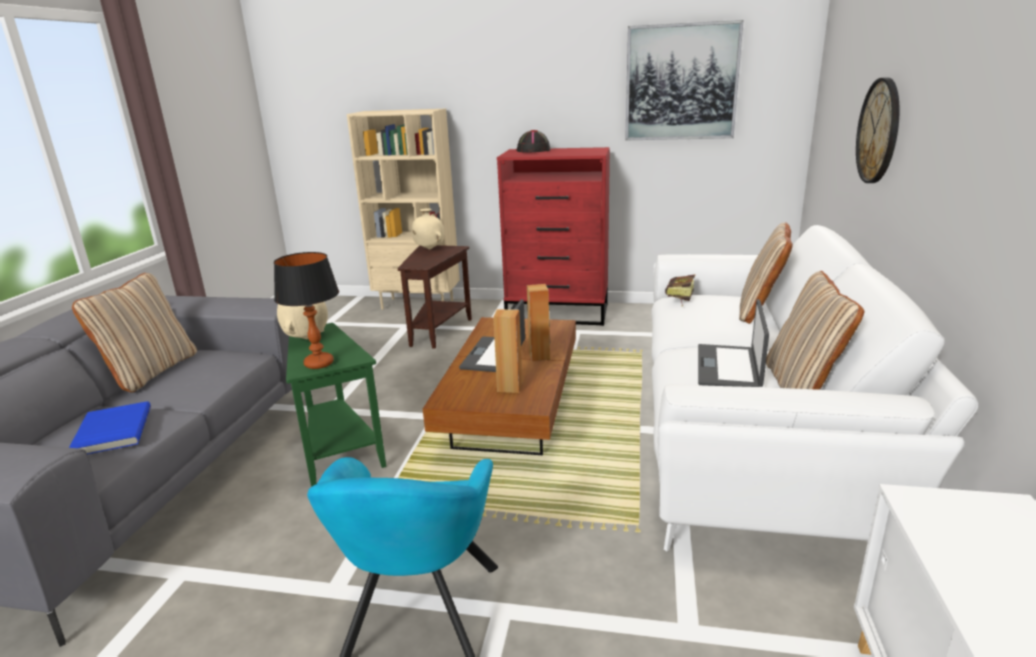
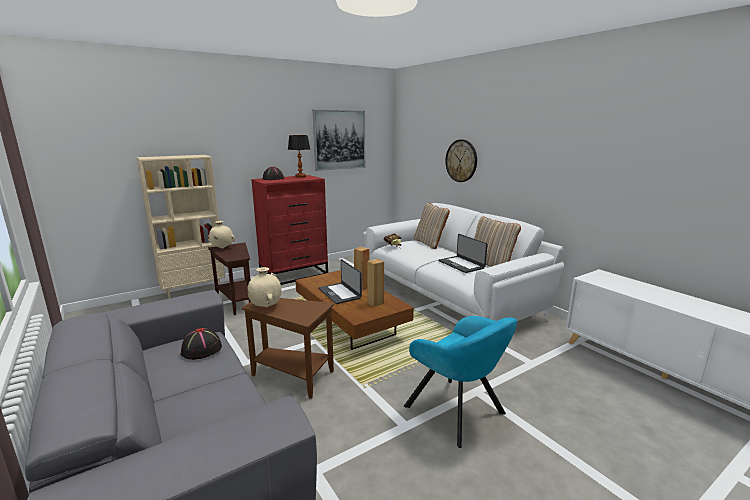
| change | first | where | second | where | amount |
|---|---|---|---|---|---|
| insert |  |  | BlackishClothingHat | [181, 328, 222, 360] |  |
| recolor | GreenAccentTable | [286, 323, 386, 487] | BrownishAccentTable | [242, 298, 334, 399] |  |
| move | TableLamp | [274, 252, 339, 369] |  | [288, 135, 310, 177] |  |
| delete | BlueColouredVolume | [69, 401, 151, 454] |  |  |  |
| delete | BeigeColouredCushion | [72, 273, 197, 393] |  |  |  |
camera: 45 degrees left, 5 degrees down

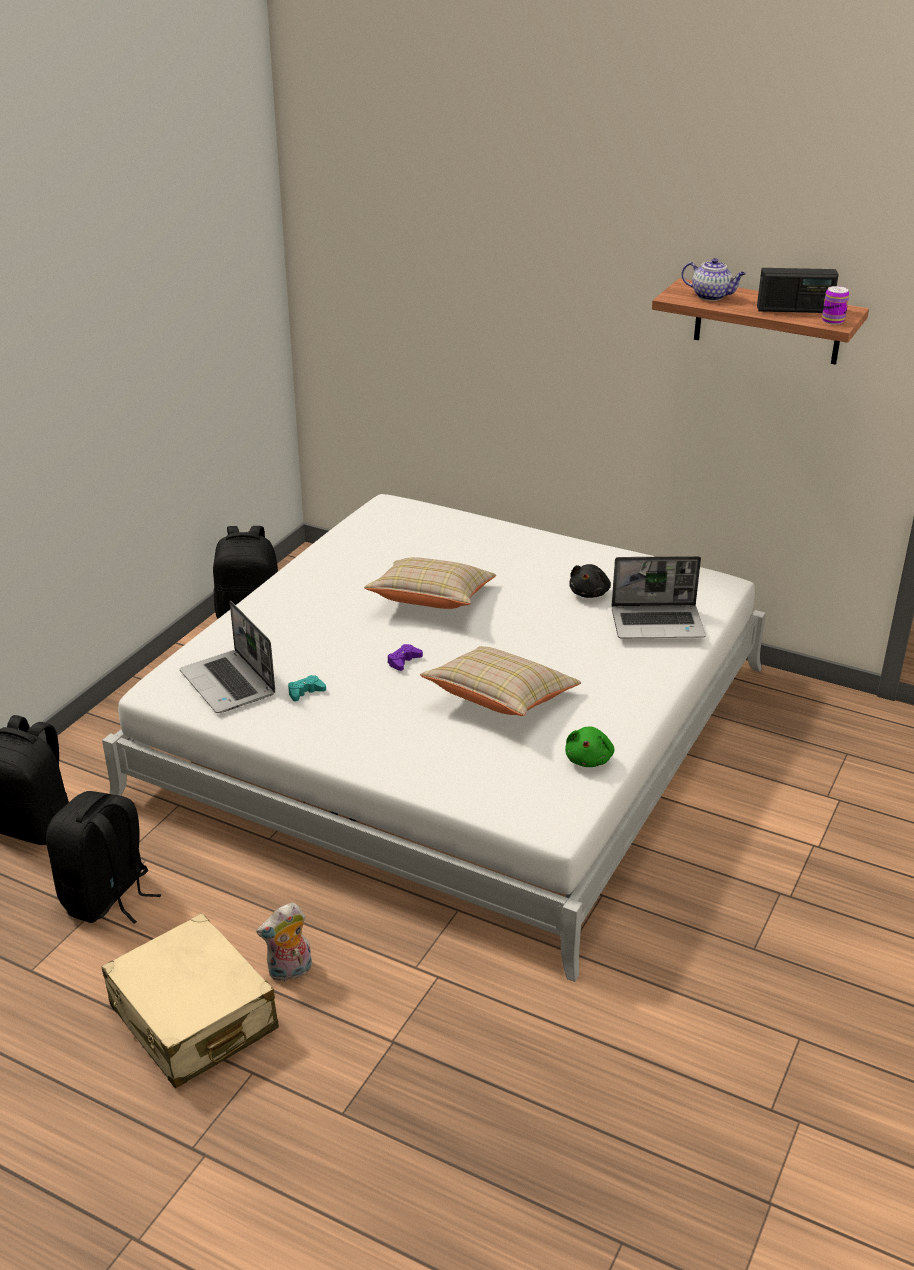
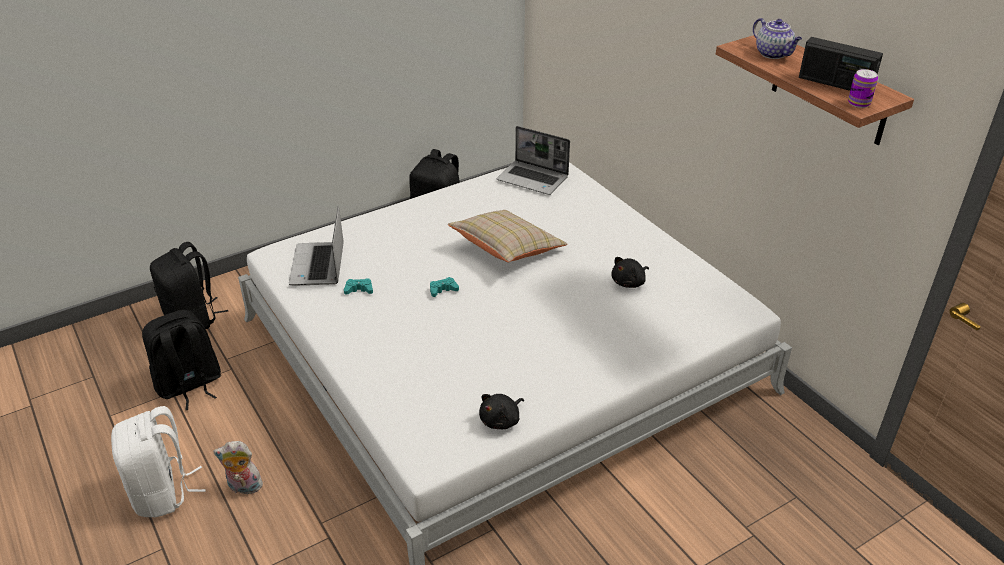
| change | first | where | second | where | amount |
|---|---|---|---|---|---|
| replace | BeigeColouredSuitcase | [101, 913, 279, 1088] | WhiteRucksack | [111, 406, 206, 517] |  |
| recolor | PurpleGamepad | [388, 644, 423, 671] | TurquoiseColouredGamepad | [430, 277, 459, 297] |  |
| recolor | GreenPlushToy | [565, 727, 614, 767] | BlackishPlushToy | [479, 394, 524, 429] |  |
| move | NotebookComputer | [611, 556, 706, 638] |  | [497, 126, 570, 195] |  |
| delete | BeigeColouredCushion | [420, 646, 581, 716] |  |  |  |
camera: 30 degrees right, 5 degrees up

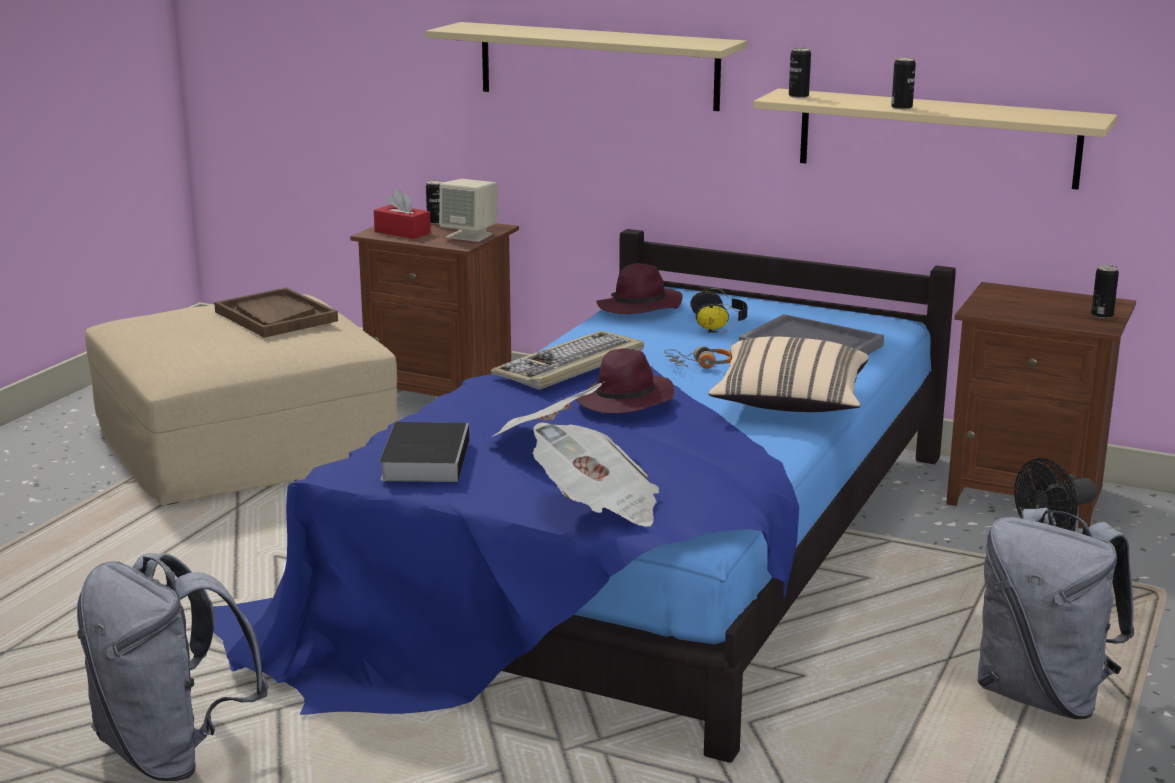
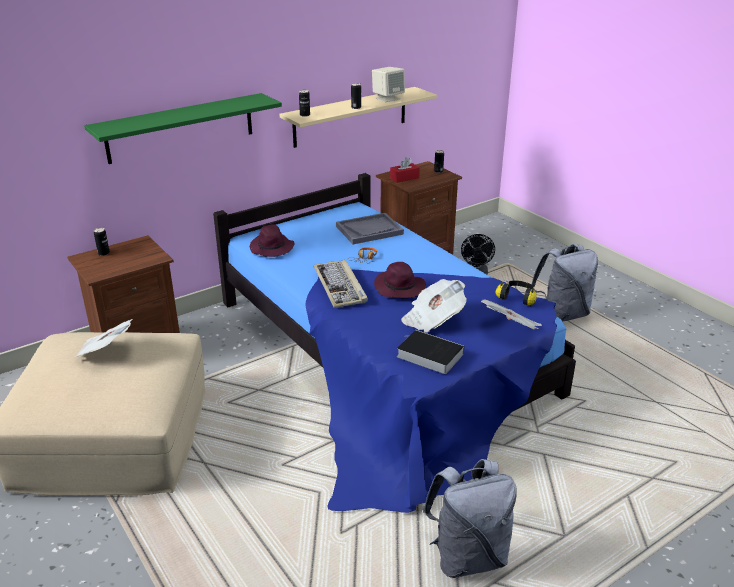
| change | first | where | second | where | amount |
|---|---|---|---|---|---|
| replace | BrownishServingTray | [214, 287, 338, 338] | PrintedPaper | [74, 319, 133, 358] |  |
| recolor | BeigeColouredBracketShelf | [426, 22, 747, 111] | GreenBracketShelf | [84, 93, 282, 164] |  |
| move | BeigeColouredLoudspeaker | [439, 179, 498, 242] |  | [372, 67, 405, 102] |  |
| move | RedColouredBoxOfTissues | [374, 190, 431, 239] |  | [390, 157, 420, 183] |  |
| move | PairOfHeadphones | [691, 288, 748, 333] |  | [495, 280, 537, 306] |  |
| delete | BeigeColouredCushion | [708, 336, 869, 412] |  |  |  |
camera: 60 degrees left, 10 degrees up

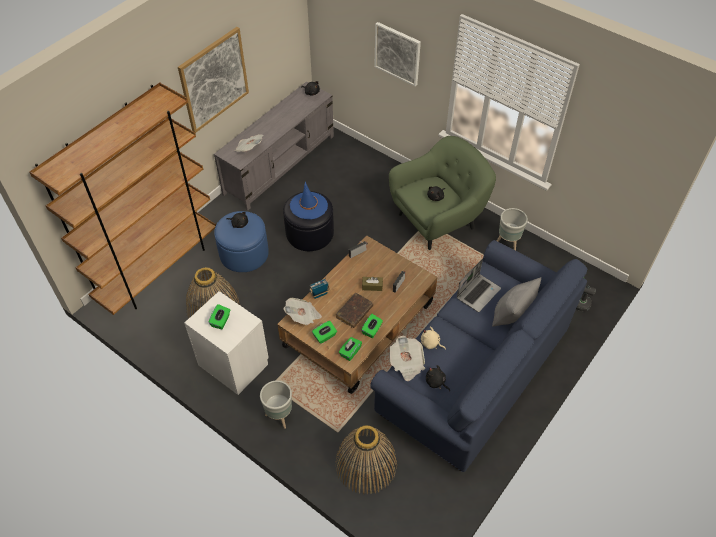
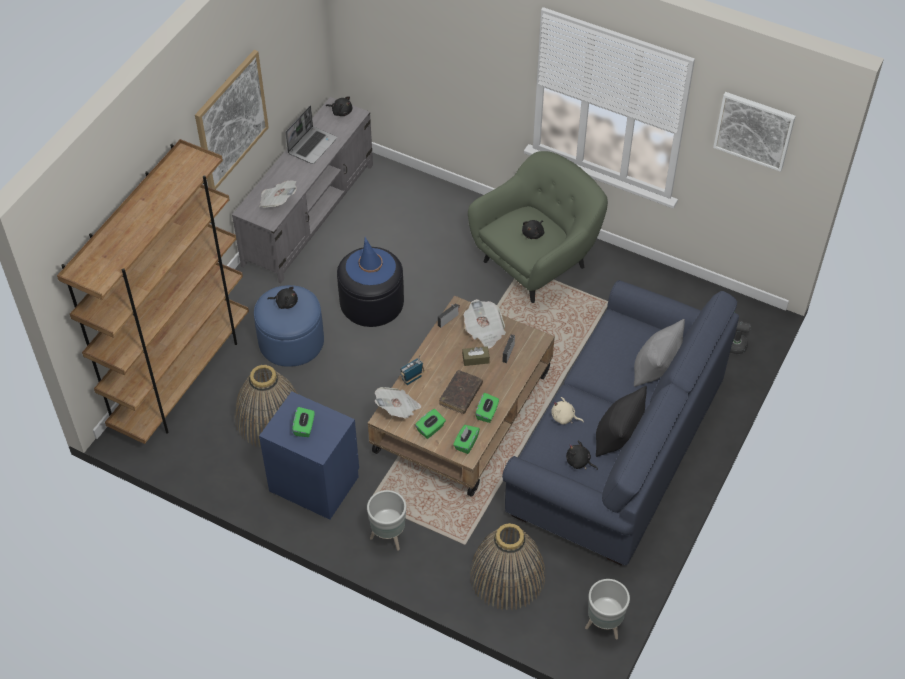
| change | first | where | second | where | amount |
|---|---|---|---|---|---|
| recolor | WhiteNightTable | [184, 291, 269, 395] | BlueColouredNightTable | [259, 391, 359, 520] |  |
| move | NotebookComputer | [457, 258, 501, 312] |  | [285, 105, 337, 164] |  |
| move | PrintedPaper | [389, 336, 425, 381] |  | [464, 299, 506, 349] |  |
| move | GreyishPlanter | [497, 208, 528, 251] |  | [585, 579, 630, 640] |  |
| insert |  |  | BlackishCushion | [596, 386, 647, 457] |  |
| move | Picture | [374, 22, 421, 86] |  | [713, 92, 796, 172] |  |
camera: 10 degrees left, 0 degrees up

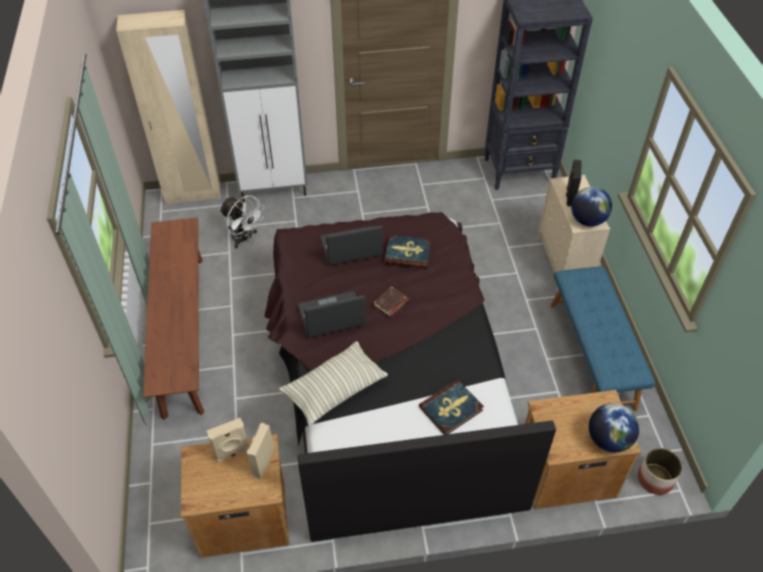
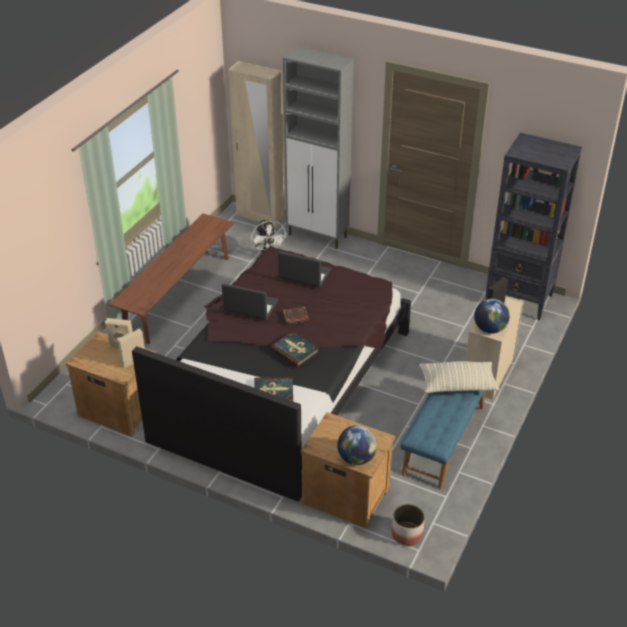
| change | first | where | second | where | amount |
|---|---|---|---|---|---|
| move | Volume | [384, 235, 431, 269] |  | [271, 331, 319, 367] |  |
| move | Cushion | [279, 341, 388, 426] |  | [419, 361, 499, 393] |  |
camera: 35 degrees right, 10 degrees down

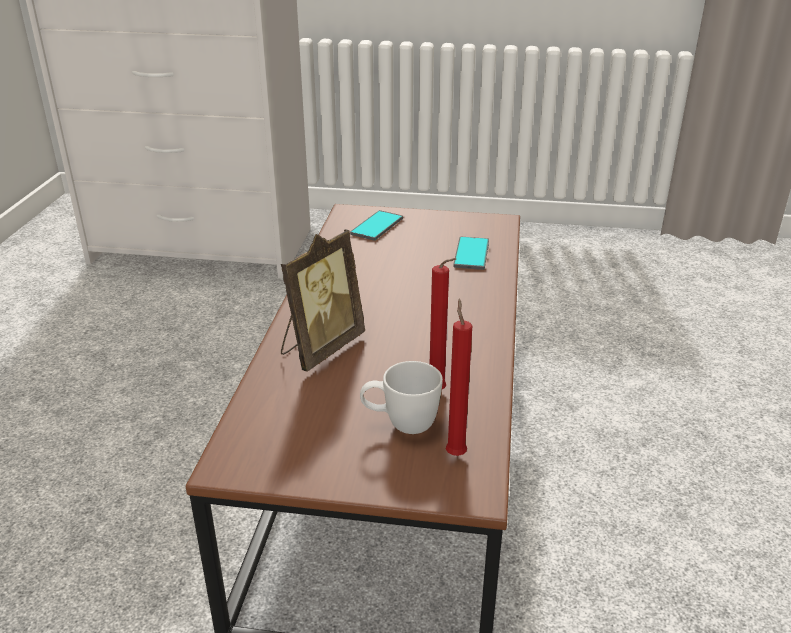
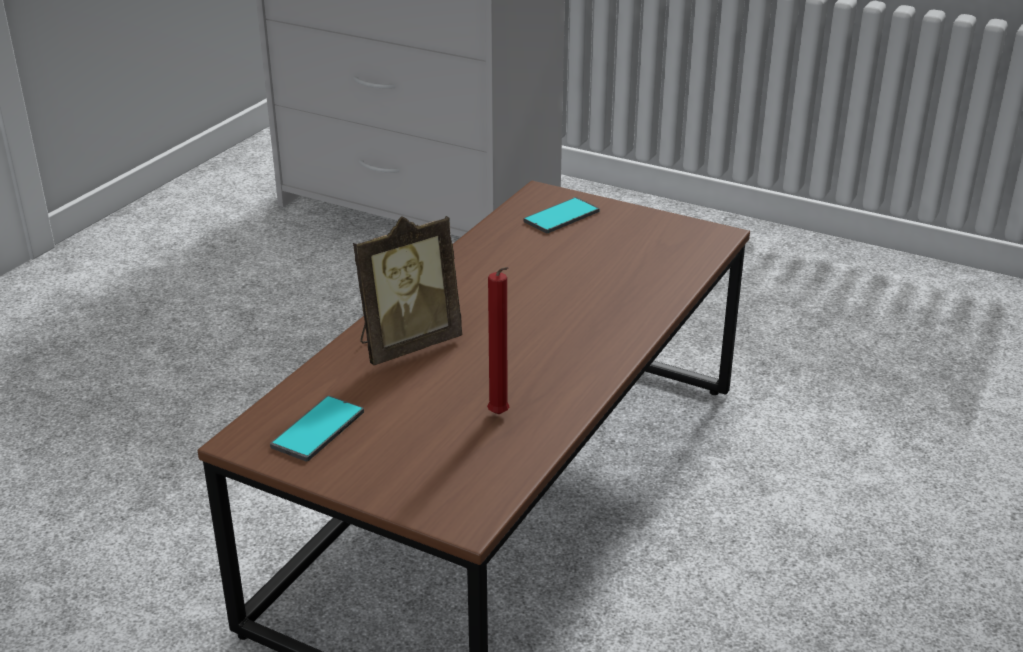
| change | first | where | second | where | amount |
|---|---|---|---|---|---|
| move | Phone | [453, 237, 489, 270] |  | [270, 396, 364, 461] |  |
| delete | WhiteMug | [360, 361, 443, 434] |  |  |  |
| delete | RedColouredCandle | [446, 299, 472, 456] |  |  |  |
camera: 20 degrees right, 0 degrees up

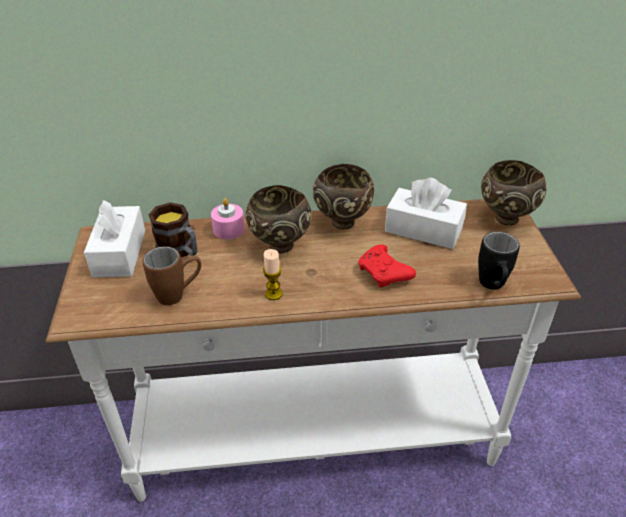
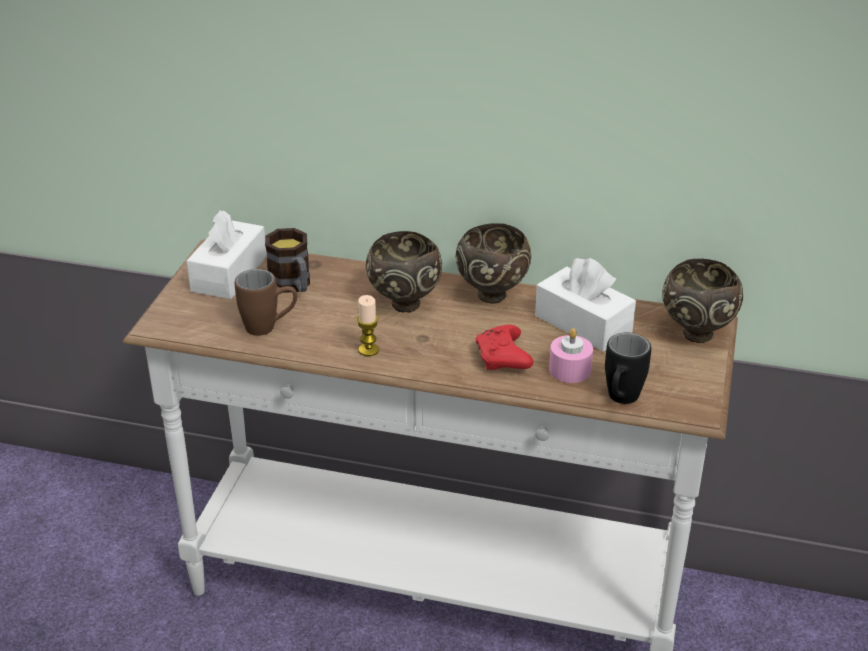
| change | first | where | second | where | amount |
|---|---|---|---|---|---|
| move | PinkishCandle | [211, 198, 245, 240] |  | [549, 328, 593, 383] |  |
camera: 20 degrees right, 5 degrees down

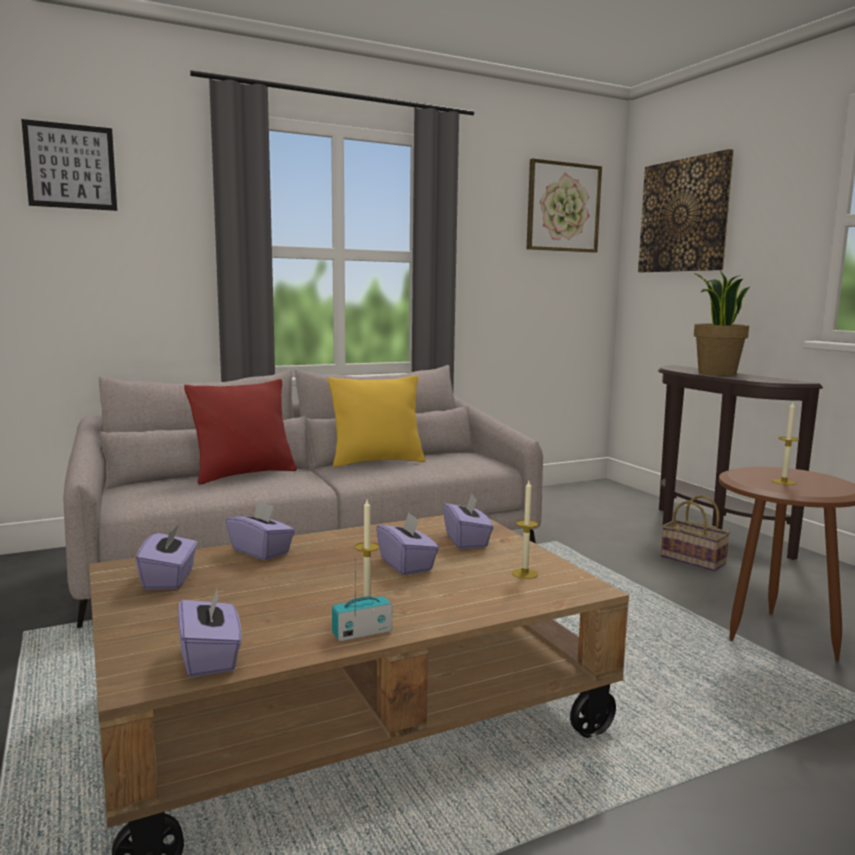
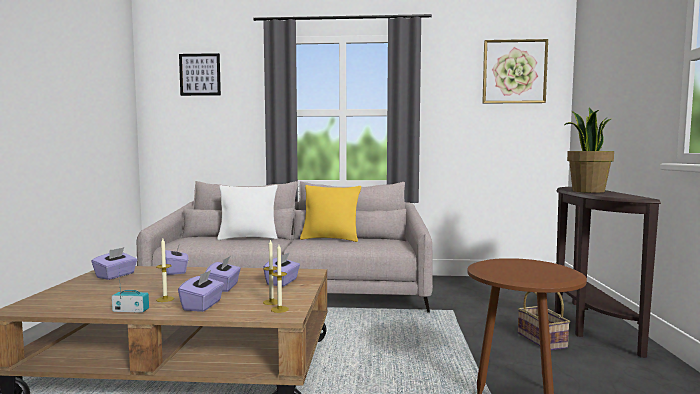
| change | first | where | second | where | amount |
|---|---|---|---|---|---|
| move | PurpleBoxOfTissues | [178, 586, 242, 677] |  | [178, 270, 224, 312] |  |
| recolor | RedColouredCushion | [184, 379, 297, 485] | WhiteCushion | [217, 185, 278, 240] |  |
| move | Candle | [772, 402, 799, 485] |  | [271, 245, 289, 313] |  |
| delete | Picture | [638, 149, 734, 272] |  |  |  |
camera: 30 degrees right, 5 degrees down

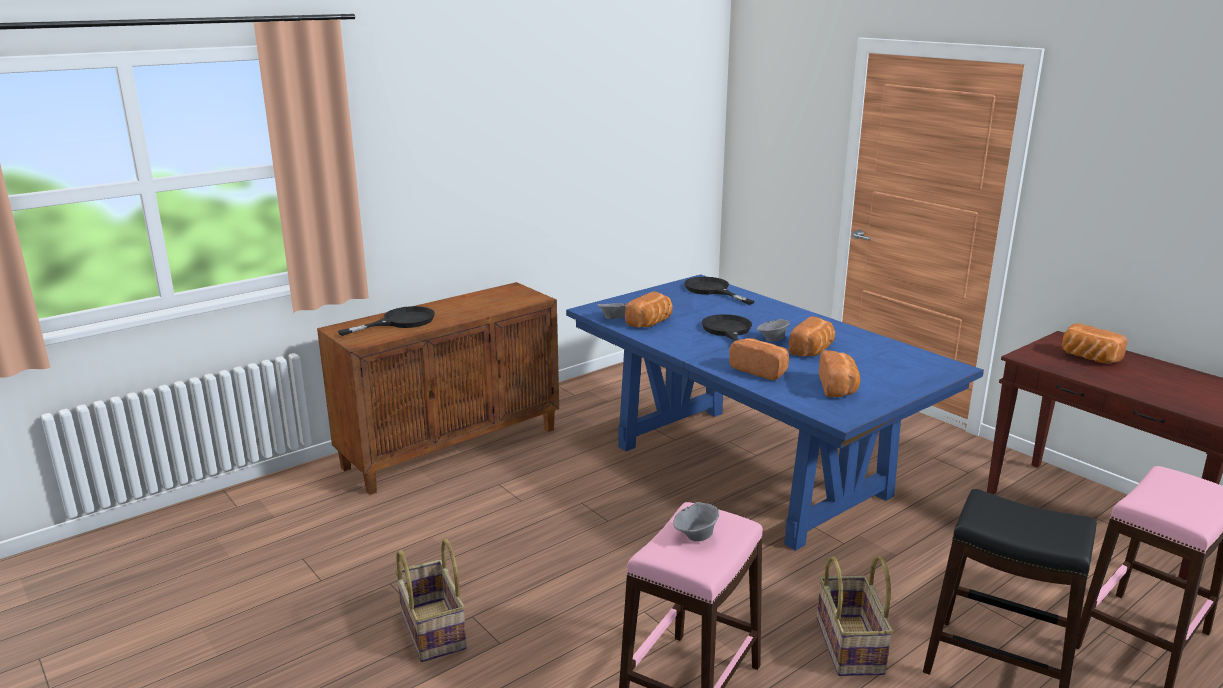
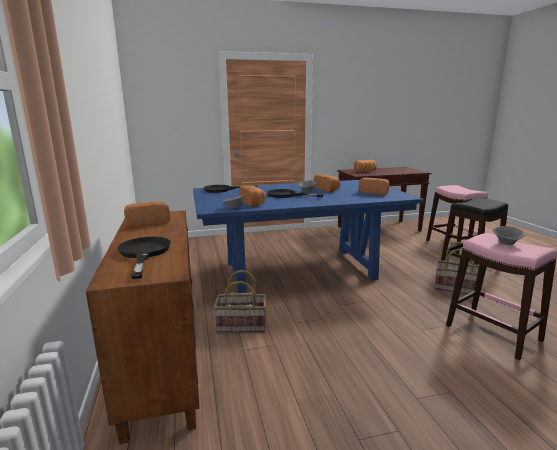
| change | first | where | second | where | amount |
|---|---|---|---|---|---|
| move | Bread | [729, 338, 789, 380] |  | [124, 201, 170, 227] |  |
| move | HouseholdBasket | [395, 539, 467, 662] |  | [214, 270, 266, 333] |  |
camera: 65 degrees left, 5 degrees down

